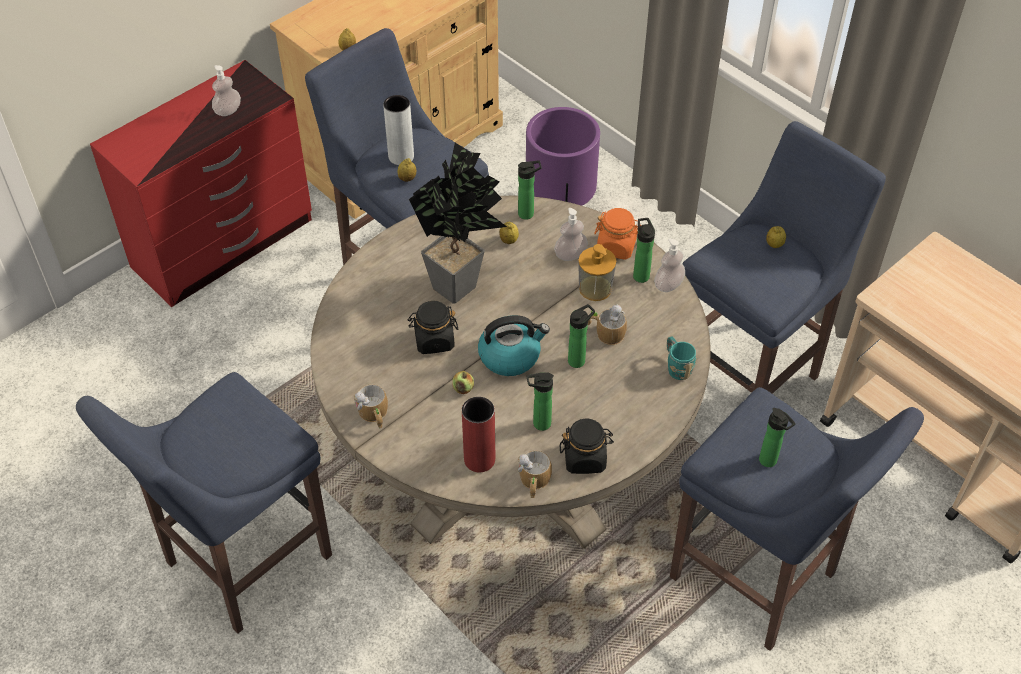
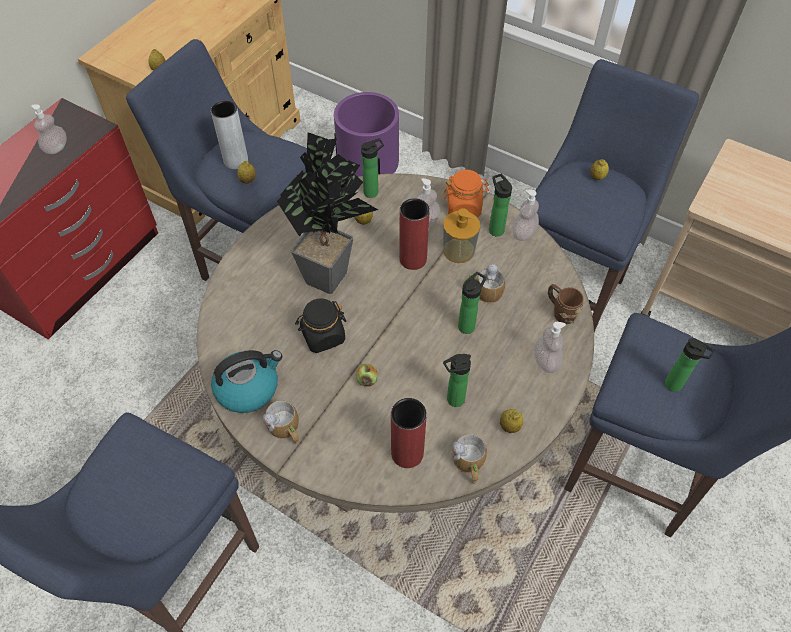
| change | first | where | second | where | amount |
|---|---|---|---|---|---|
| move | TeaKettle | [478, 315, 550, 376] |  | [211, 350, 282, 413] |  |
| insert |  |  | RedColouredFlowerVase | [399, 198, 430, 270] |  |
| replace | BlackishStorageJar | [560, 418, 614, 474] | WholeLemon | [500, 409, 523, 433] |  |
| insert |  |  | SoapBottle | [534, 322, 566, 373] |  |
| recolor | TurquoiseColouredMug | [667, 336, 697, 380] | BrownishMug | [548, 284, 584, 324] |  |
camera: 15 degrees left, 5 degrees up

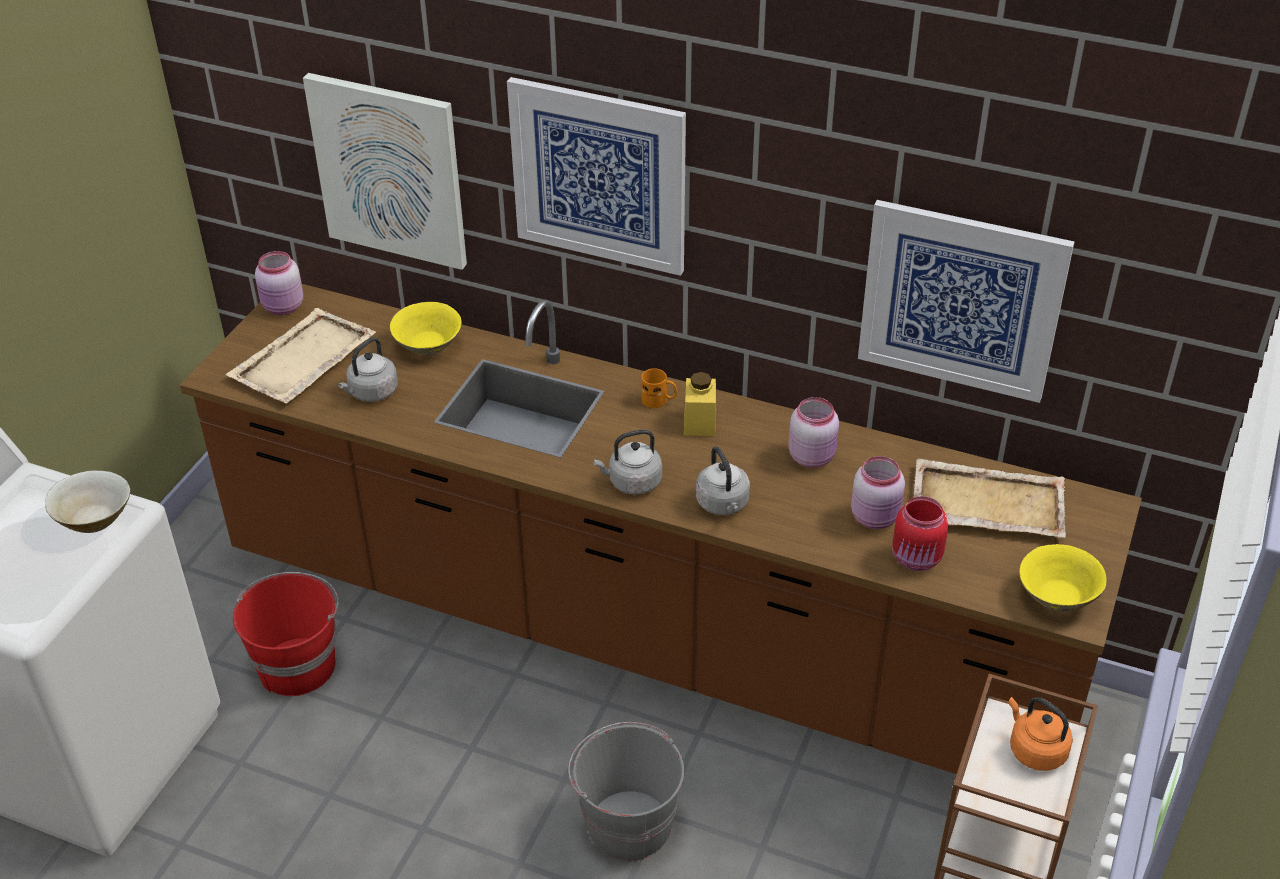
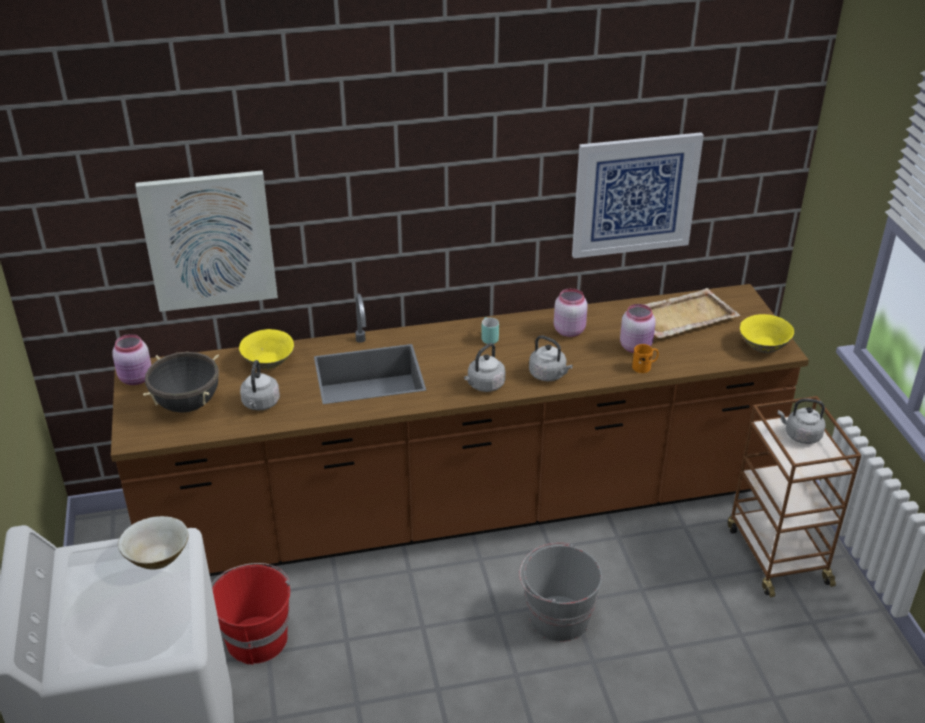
| change | first | where | second | where | amount |
|---|---|---|---|---|---|
| replace | BeigeColouredServingTray | [226, 308, 376, 403] | BlackishCookingPot | [143, 352, 219, 413] |  |
| replace | YellowColouredStorageJar | [684, 372, 716, 436] | TurquoiseColouredMug | [481, 317, 499, 344] |  |
| move | OrangeColouredMug | [641, 368, 677, 408] |  | [632, 344, 659, 373] |  |
| recolor | OrangeColouredTeaKettle | [1008, 697, 1073, 771] | GreyishTeaKettle | [778, 398, 826, 444] |  |
| delete | Picture | [507, 77, 686, 276] |  |  |  |
| delete | RedColouredStorageJar | [892, 496, 949, 571] |  |  |  |
camera: 35 degrees left, 5 degrees down

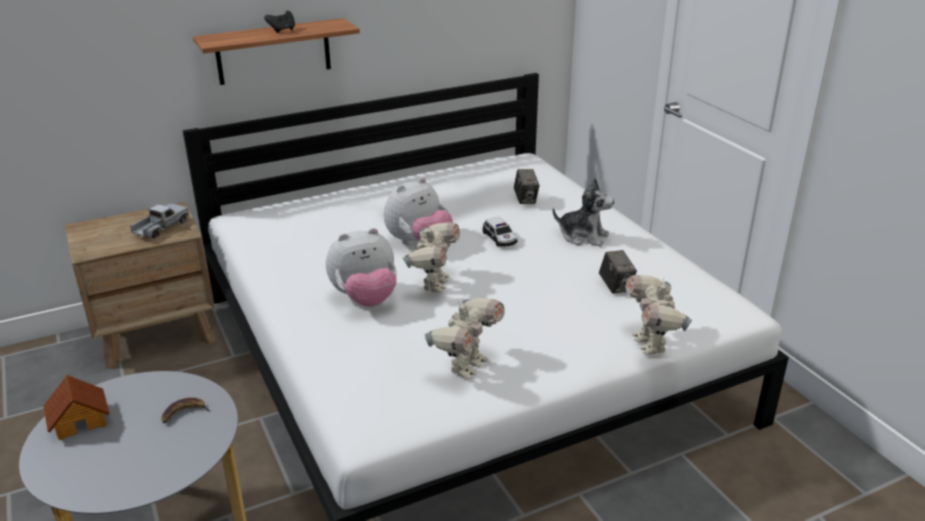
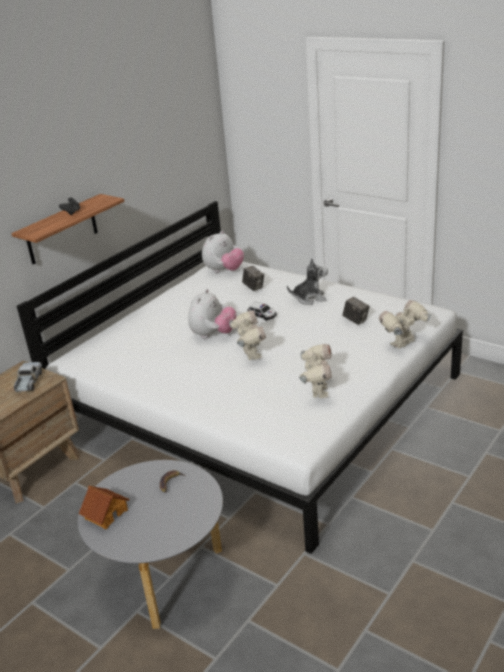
| change | first | where | second | where | amount |
|---|---|---|---|---|---|
| move | PlushToy | [326, 228, 397, 307] |  | [202, 230, 244, 273] |  |
| rotate | RobotFigure | [626, 275, 692, 355] |  | [379, 300, 432, 349] | 90 degrees clockwise |
camera: 25 degrees left, 0 degrees up

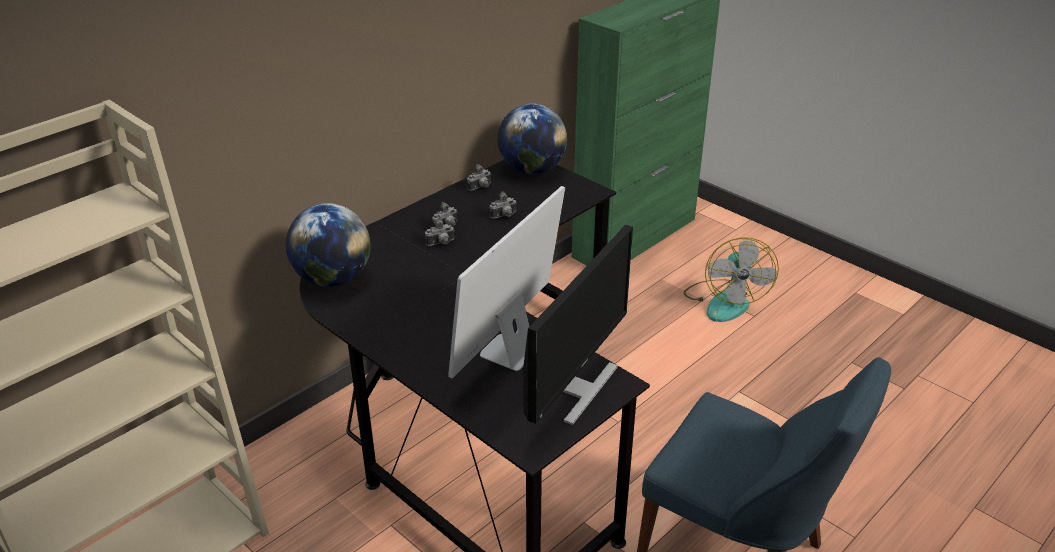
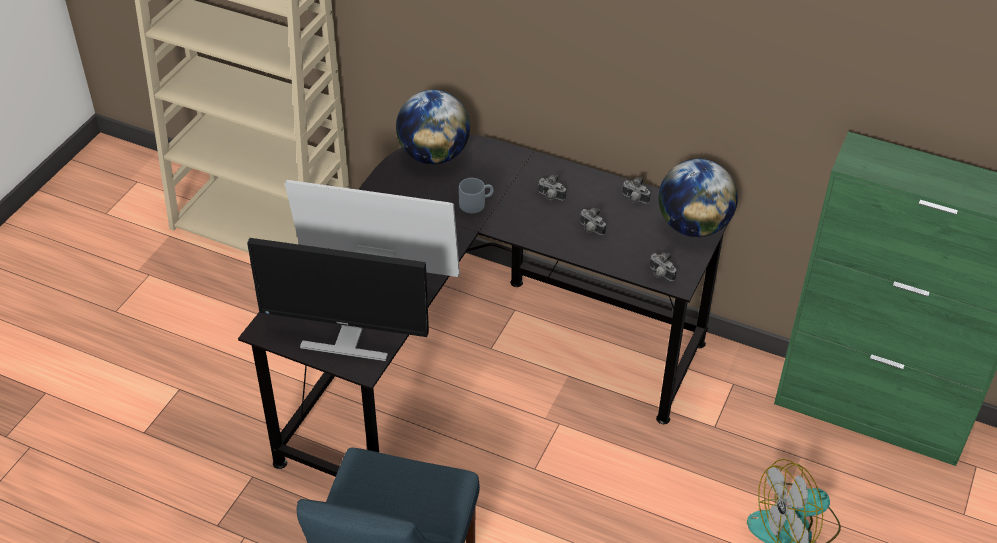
| change | first | where | second | where | amount |
|---|---|---|---|---|---|
| insert |  |  | GreyishMug | [459, 178, 493, 213] |  |
| move | StillCamera | [425, 218, 455, 246] |  | [650, 252, 677, 281] |  |
camera: 70 degrees right, 10 degrees up

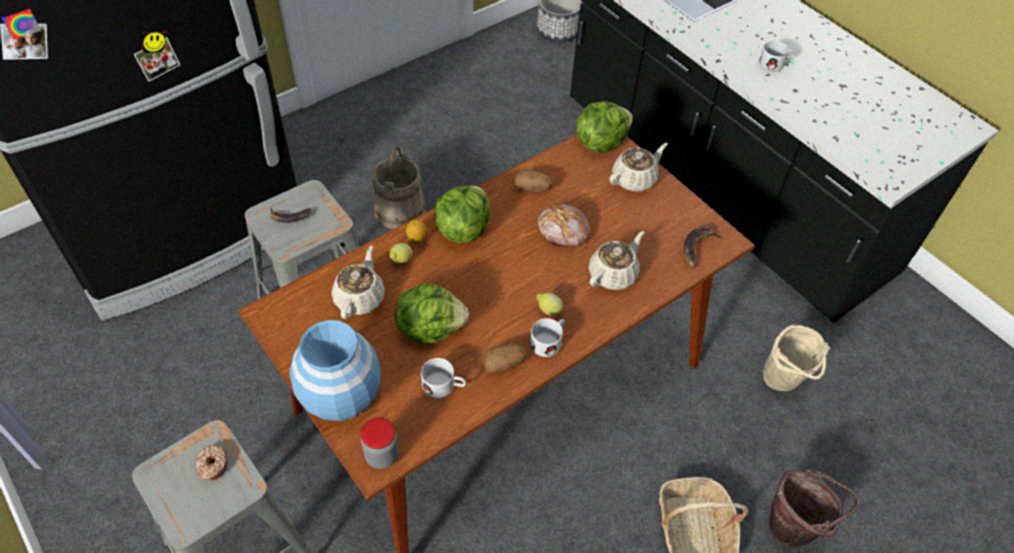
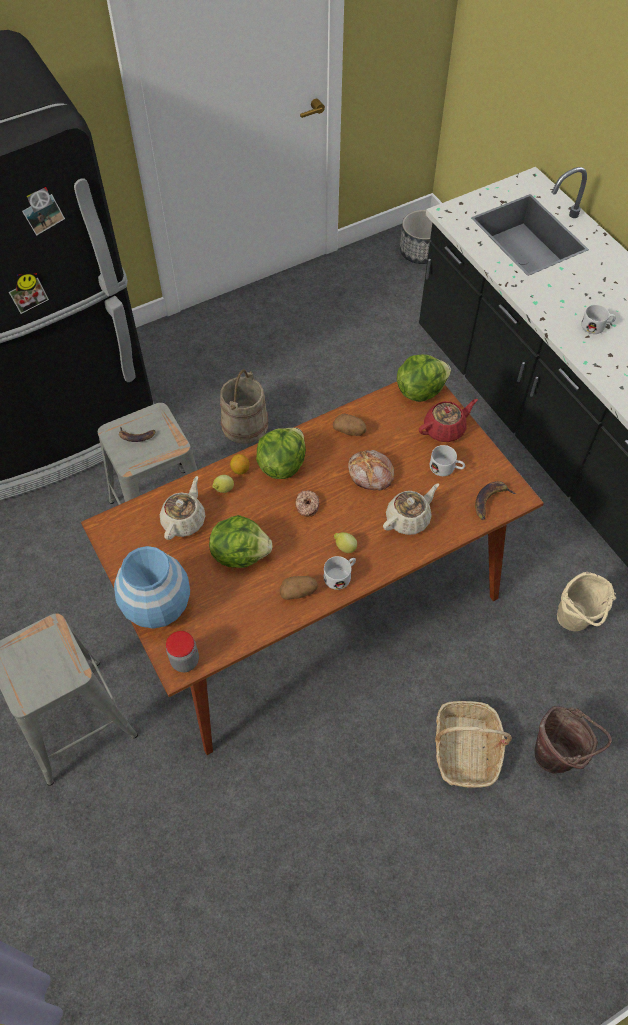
| change | first | where | second | where | amount |
|---|---|---|---|---|---|
| move | Doughnut | [196, 445, 228, 481] |  | [295, 490, 320, 517] |  |
| recolor | BeigeColouredTeapot | [609, 143, 668, 192] | RedColouredTeapot | [419, 399, 478, 442] |  |
| move | WhiteMug | [421, 358, 466, 398] |  | [430, 445, 465, 476] |  |
camera: 10 degrees right, 5 degrees up

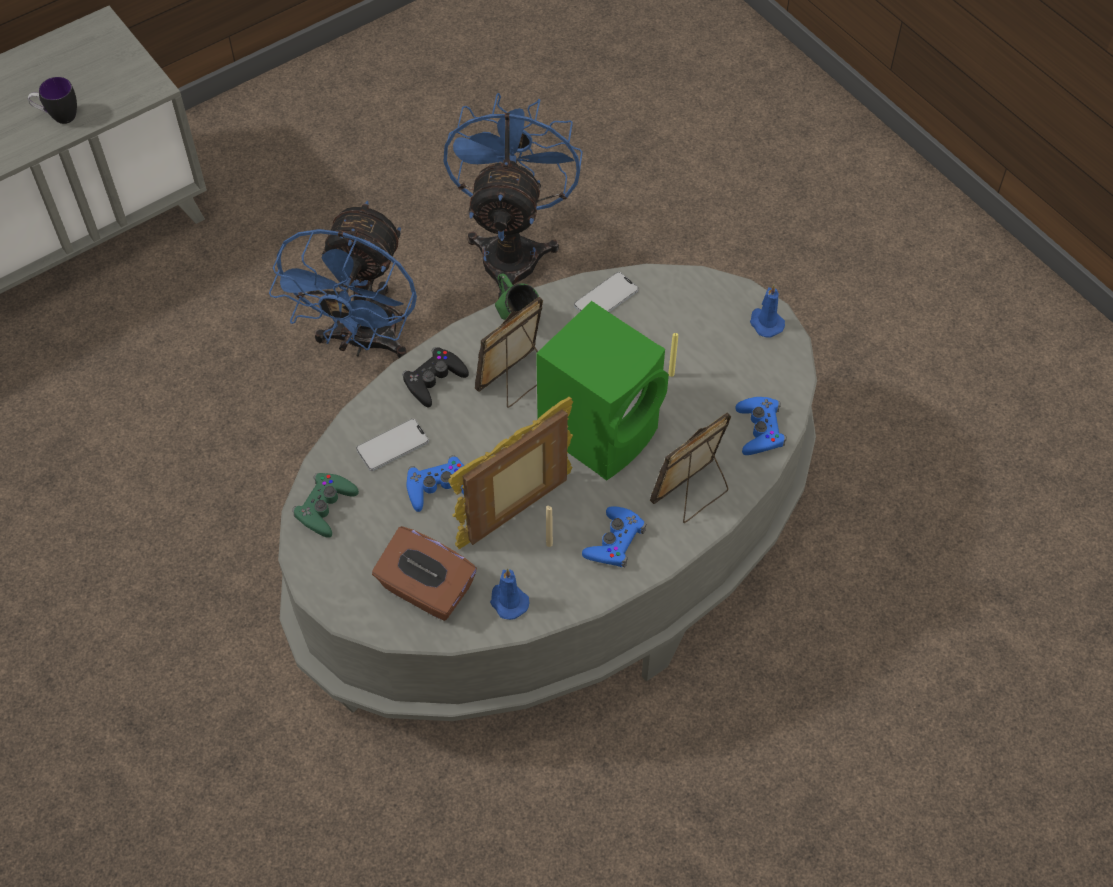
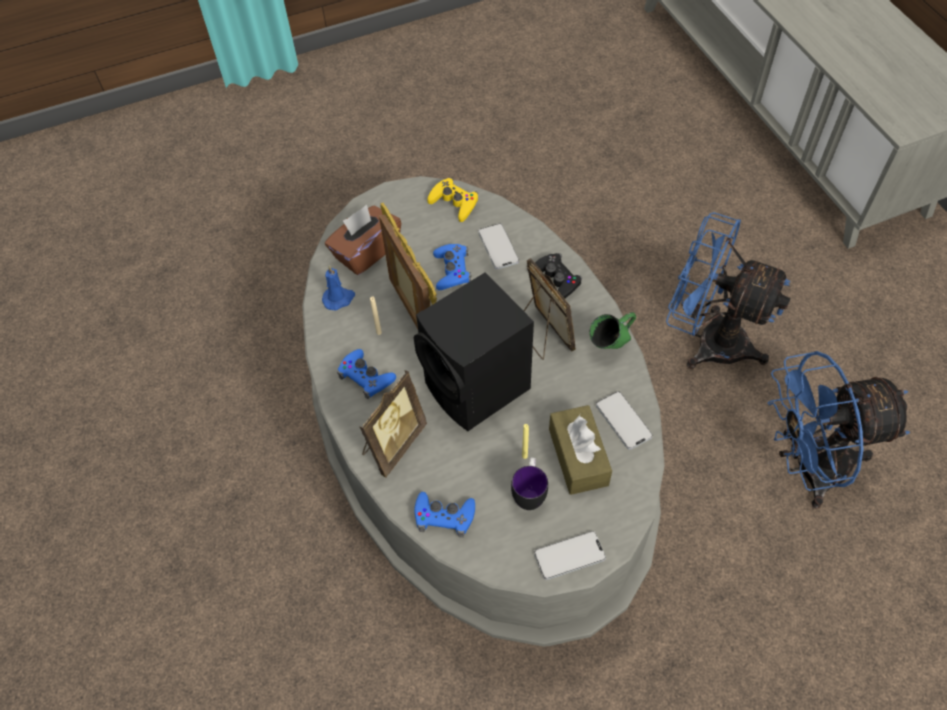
| change | first | where | second | where | amount |
|---|---|---|---|---|---|
| rotate | PhotoFrame | [650, 413, 731, 523] |  | [359, 370, 427, 477] | 60 degrees clockwise |
| recolor | GreenLoudspeaker | [536, 301, 669, 481] | BlackishLoudspeaker | [414, 272, 534, 431] |  |
| recolor | GreenGamepad | [292, 473, 359, 538] | YellowColouredGamepad | [427, 177, 478, 222] |  |
| move | Mug | [28, 77, 77, 124] |  | [511, 458, 548, 510] |  |
| replace | BlueColouredCandle | [750, 284, 785, 338] | Phone | [534, 531, 606, 580] |  |
| insert |  |  | BrownishBoxOfTissues | [549, 405, 612, 495] |  |
| rotate | BlueColouredFan | [444, 93, 583, 299] |  | [768, 351, 910, 509] | 150 degrees clockwise |
camera: 105 degrees right, 0 degrees up

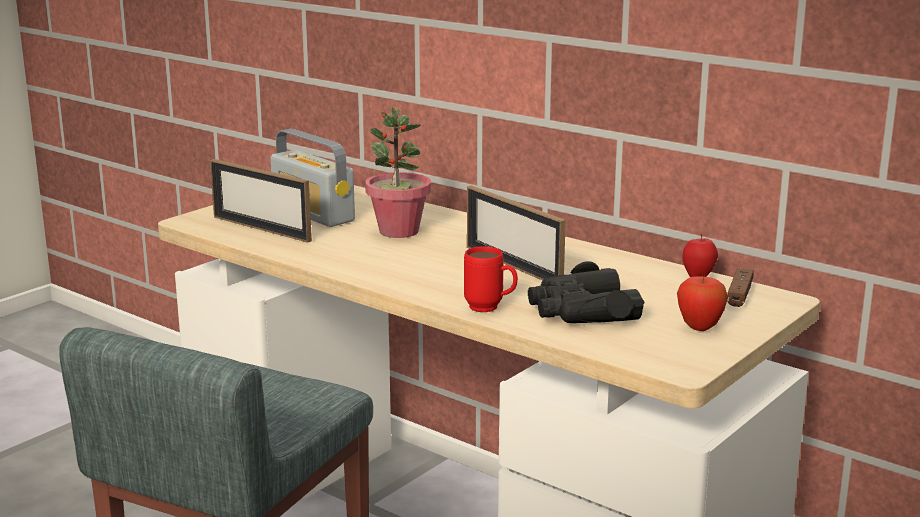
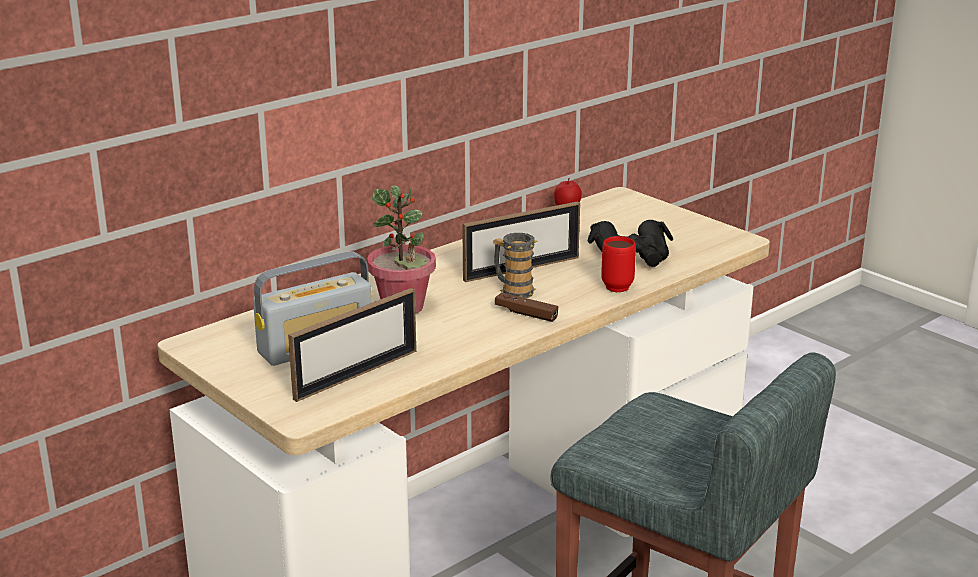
| change | first | where | second | where | amount |
|---|---|---|---|---|---|
| insert |  |  | Mug | [492, 233, 537, 298] |  |
| move | BrownishGamepad | [727, 268, 754, 307] |  | [495, 293, 558, 322] |  |
| delete | WholeApple | [677, 276, 728, 331] |  |  |  |
camera: 80 degrees left, 5 degrees up

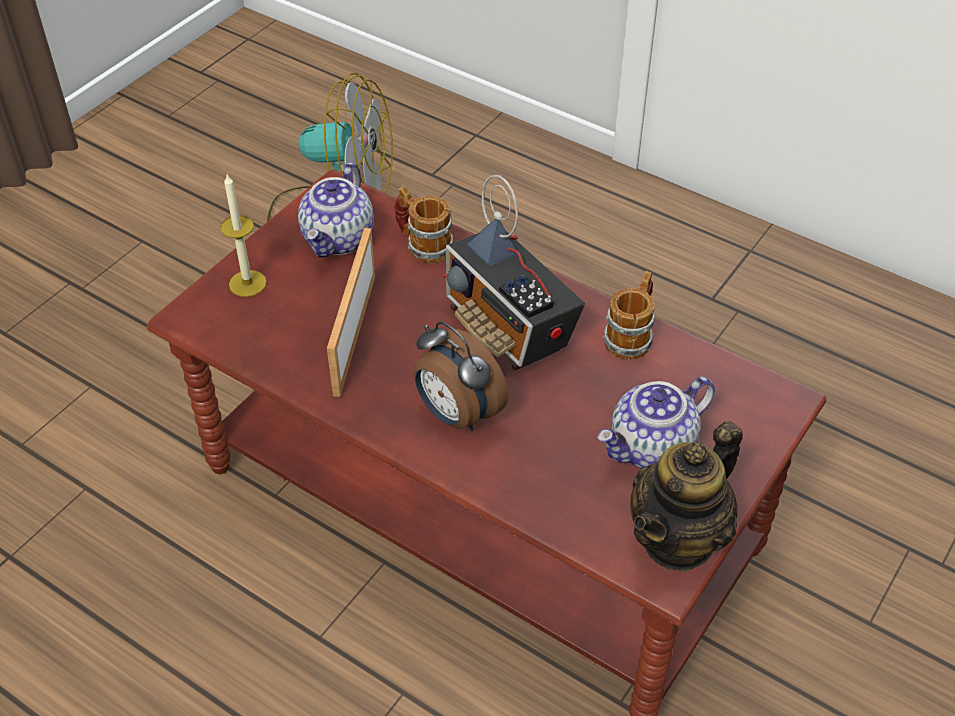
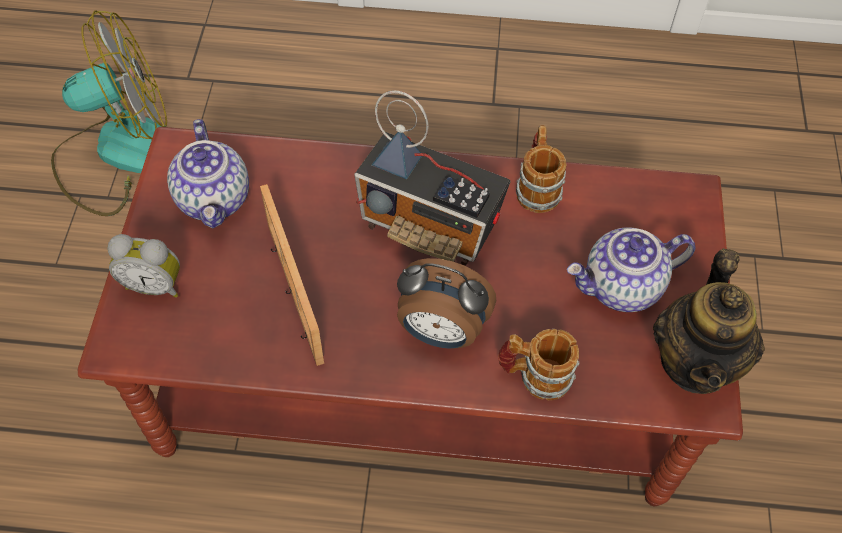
| change | first | where | second | where | amount |
|---|---|---|---|---|---|
| replace | Candle | [220, 175, 267, 297] | TableClock | [107, 234, 180, 297] |  |
| move | Mug | [394, 186, 453, 264] |  | [498, 329, 579, 400] |  |
| rotate | Teapot | [597, 376, 715, 469] |  | [567, 227, 695, 312] | 45 degrees clockwise |
camera: 30 degrees left, 10 degrees up

